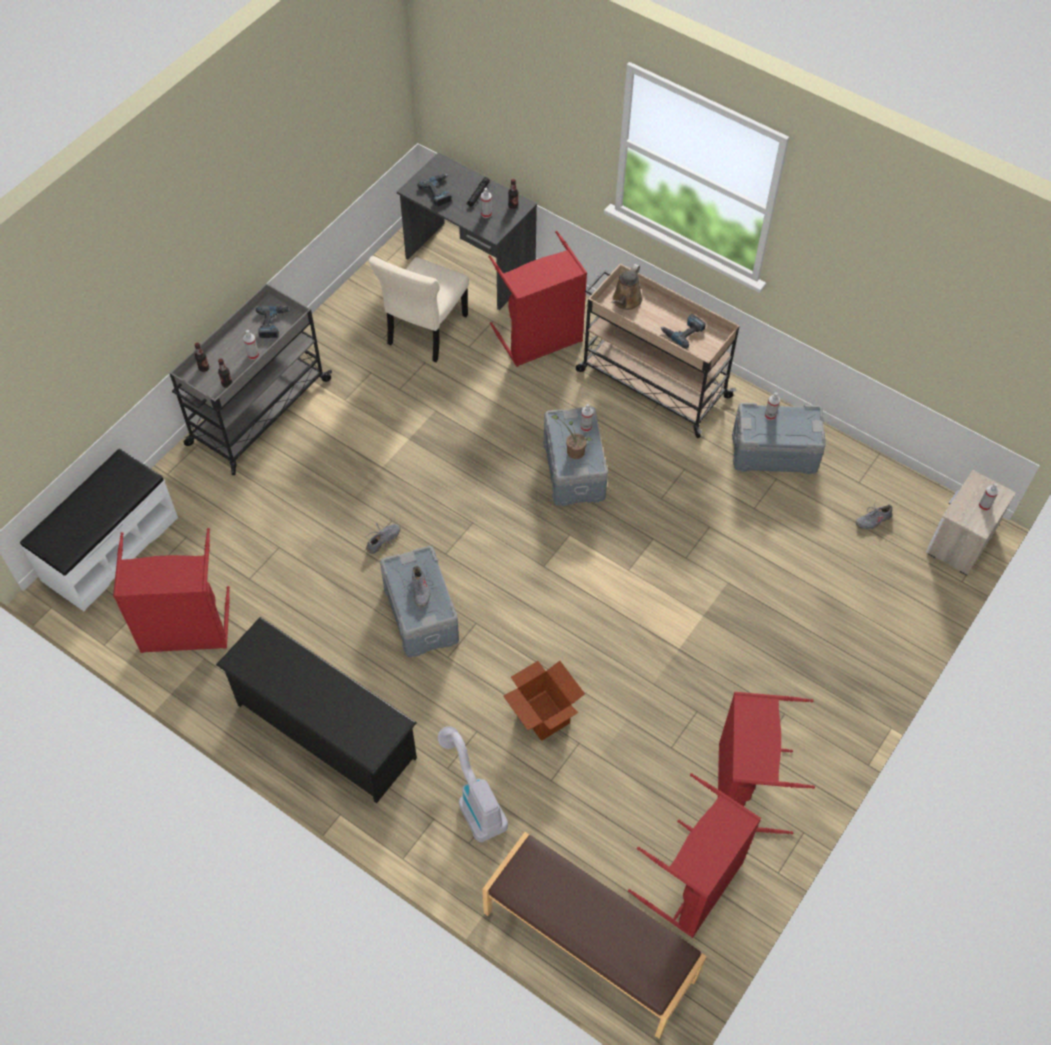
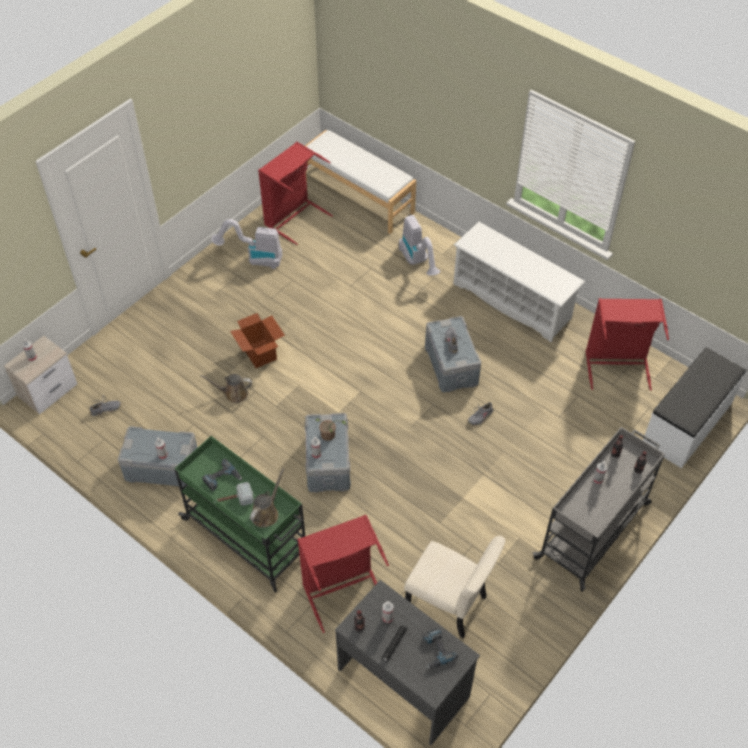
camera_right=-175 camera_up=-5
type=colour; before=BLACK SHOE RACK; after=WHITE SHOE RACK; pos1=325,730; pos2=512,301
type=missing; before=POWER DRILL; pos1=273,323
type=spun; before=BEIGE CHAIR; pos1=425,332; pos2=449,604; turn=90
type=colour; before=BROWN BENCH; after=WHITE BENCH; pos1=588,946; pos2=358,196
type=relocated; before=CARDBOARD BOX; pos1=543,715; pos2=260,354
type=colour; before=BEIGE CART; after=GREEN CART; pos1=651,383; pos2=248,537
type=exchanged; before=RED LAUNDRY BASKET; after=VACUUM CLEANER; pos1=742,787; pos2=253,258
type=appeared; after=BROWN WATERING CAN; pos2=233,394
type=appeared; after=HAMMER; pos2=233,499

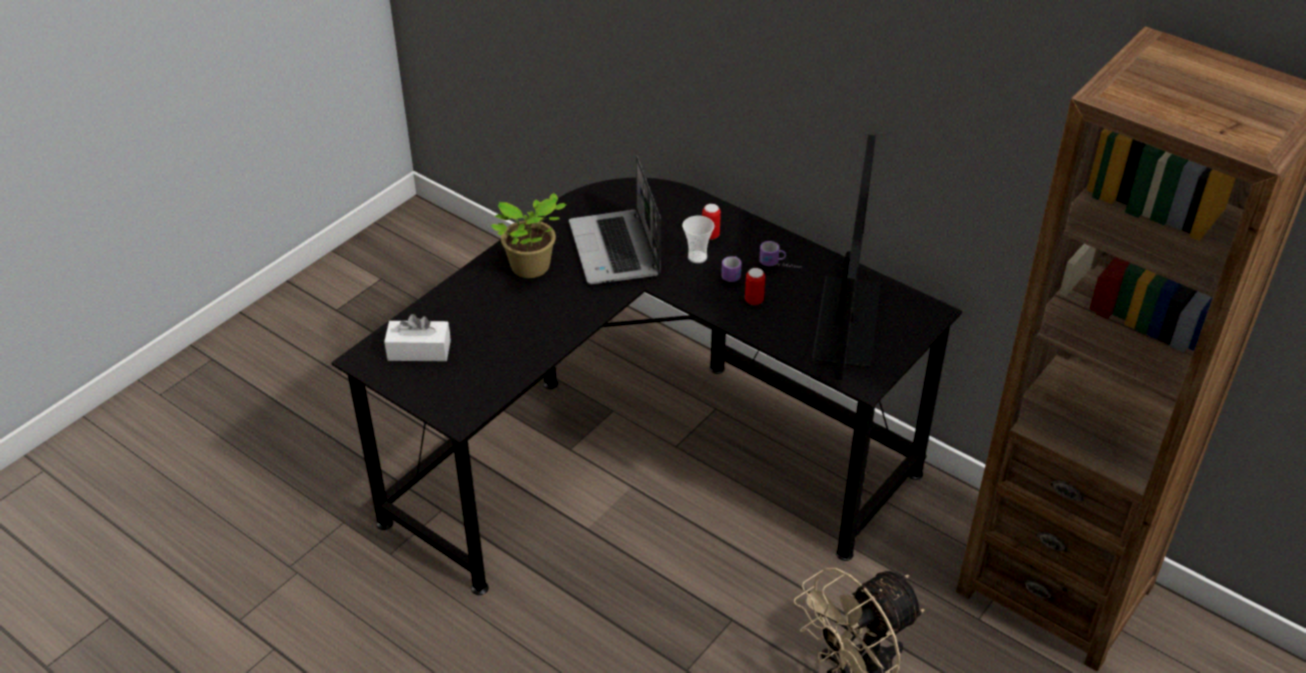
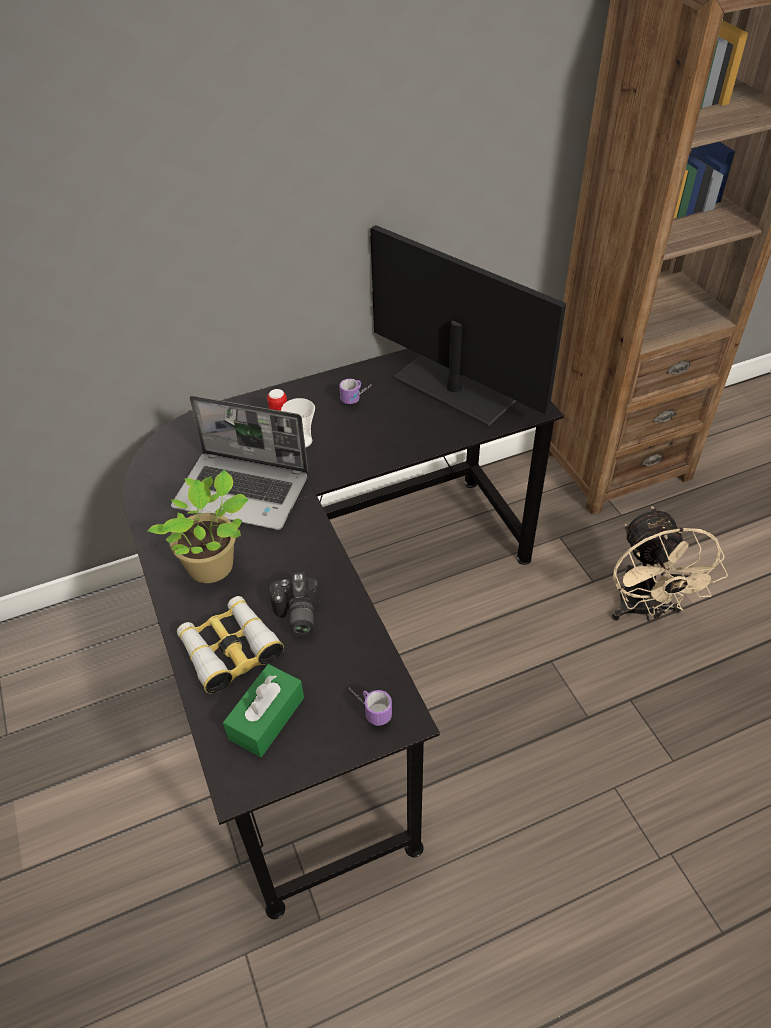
camera_right=-60 camera_up=5
type=colour; before=WHITE TISSUE BOX; after=GREEN TISSUE BOX; pos1=419,350; pos2=266,718
type=relocated; before=MUG; pos1=734,273; pos2=368,707
type=missing; before=CAN; pos1=754,300
type=appeared; after=BINOCULARS; pos2=229,649
type=appeared; after=PHOTO CAMERA; pos2=296,615

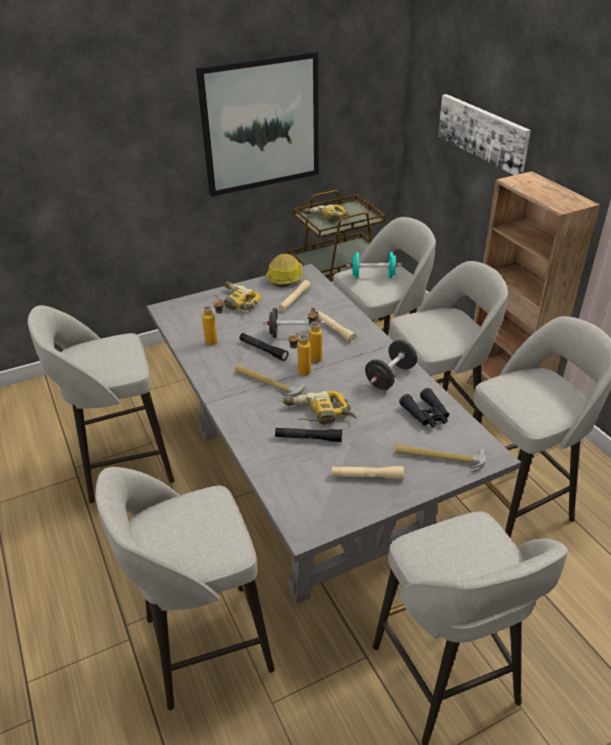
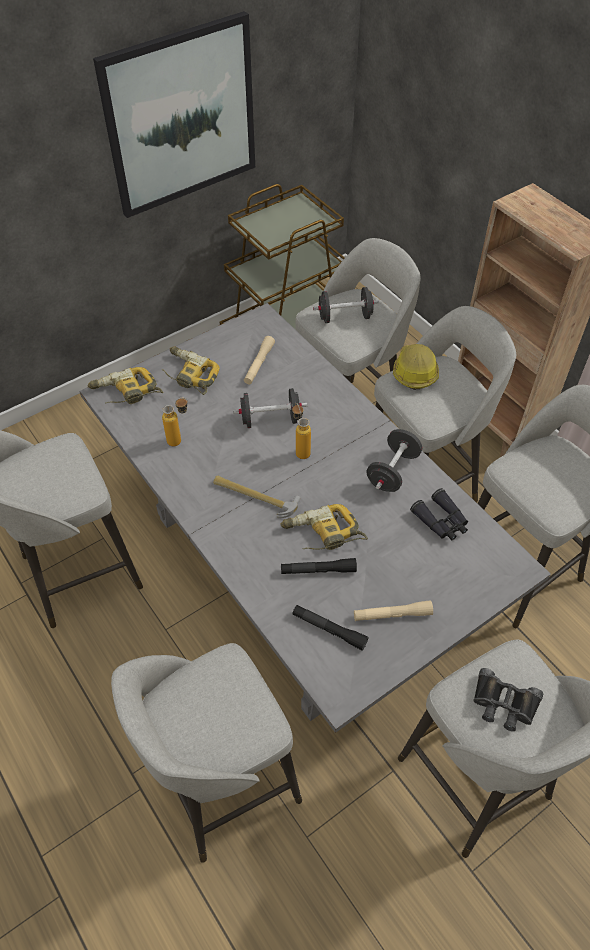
camera_right=-10 camera_up=15
type=relocated; before=BLACK FLASHLIGHT; pos1=263,350; pos2=329,629
type=relocated; before=HARD HAT; pos1=285,277; pos2=414,371
type=missing; before=BOTTLE; pos1=300,374
type=relocated; before=POWER DRILL; pos1=327,218; pos2=126,393
type=missing; before=BEIGE FLASHLIGHT; pos1=335,330
type=colour; before=TURQUOISE DUMBBELL; after=BLACK DUMBBELL; pos1=373,276; pos2=345,317
type=missing; before=HAMMER; pos1=440,458
type=missing; before=PICTURE; pos1=483,133
type=appeared; after=BLACK BINOCULARS; pos2=504,704

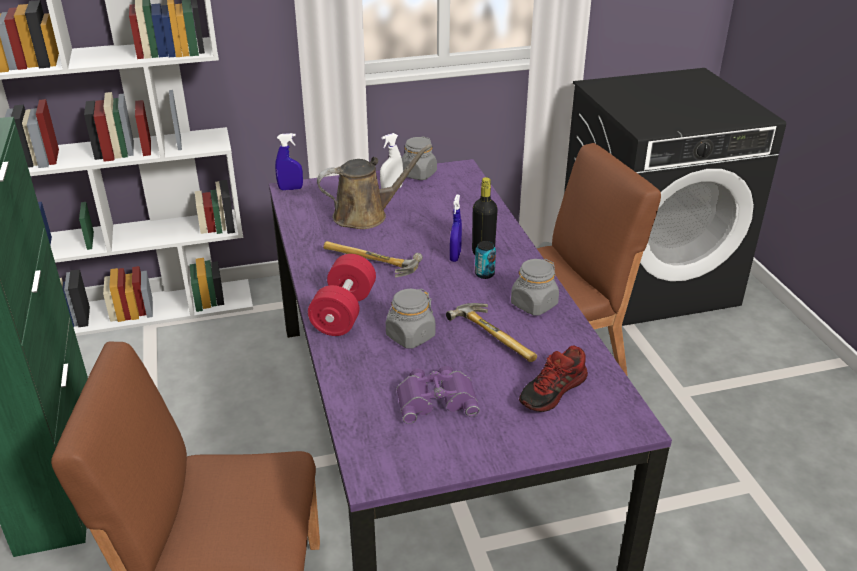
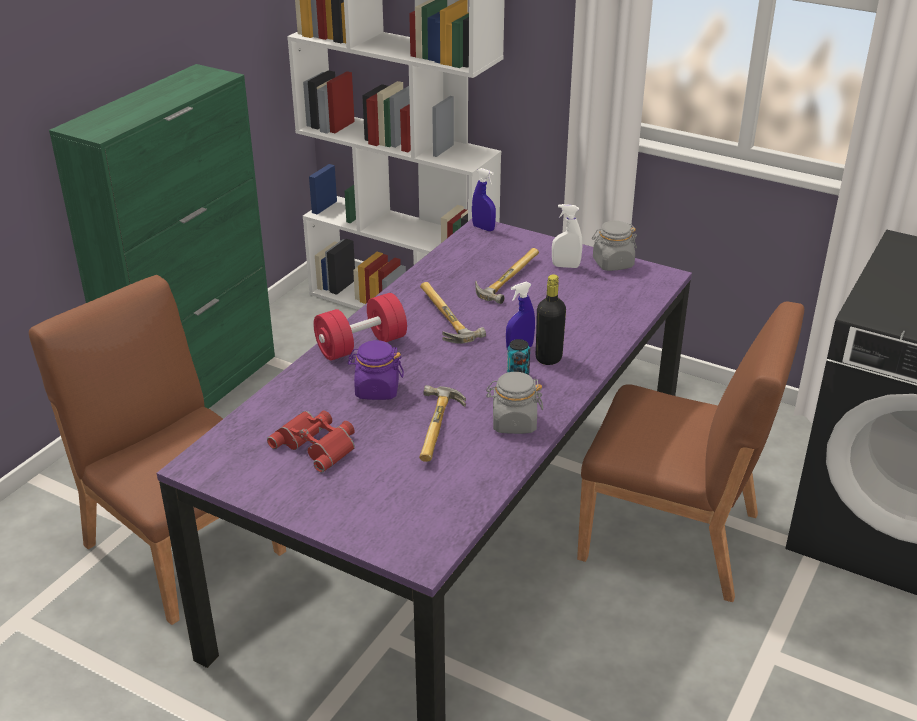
camera_right=45 camera_up=0
type=exchanged; before=BROWN WATERING CAN; after=HAMMER; pos1=365,215; pos2=505,278
type=colour; before=GREY JAR; after=PURPLE JAR; pos1=410,336; pos2=376,390
type=colour; before=PURPLE BINOCULARS; after=RED BINOCULARS; pos1=436,399; pos2=317,444
type=missing; before=SHOE; pos1=553,391

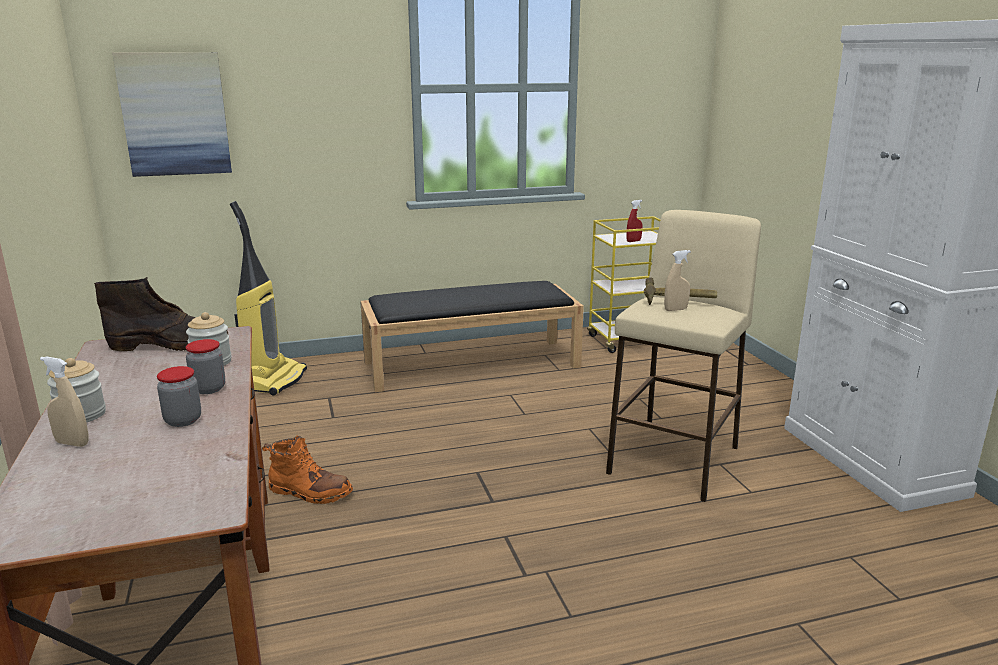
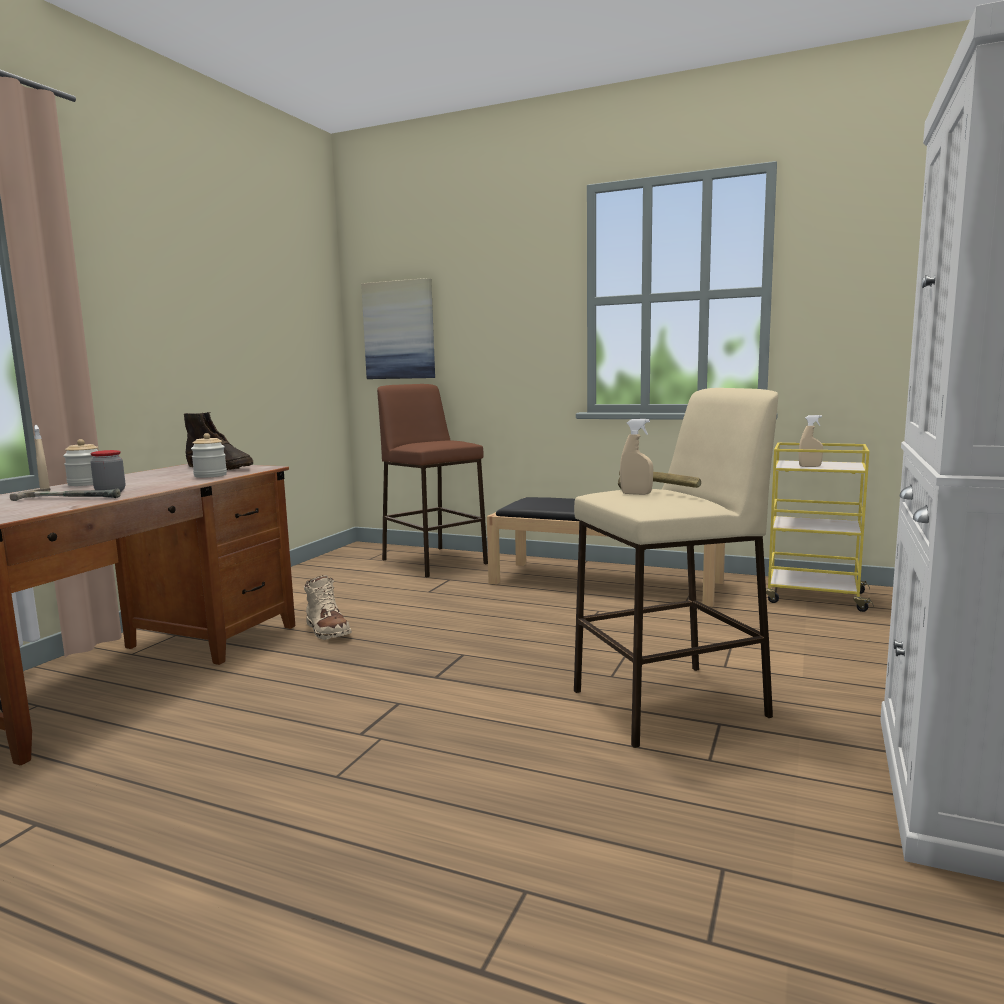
camera_right=40 camera_up=-10
type=missing; before=JAR; pos1=208,389
type=exchanged; before=VACUUM CLEANER; after=BROWN STOOL; pos1=275,380; pos2=433,561
type=colour; before=ORANGE BOOT; after=BEIGE BOOT; pos1=310,492; pos2=327,630
type=colour; before=RED SPRAY BOTTLE; after=BEIGE SPRAY BOTTLE; pos1=633,241; pos2=810,466
type=appeared; after=HAMMER; pos2=73,497

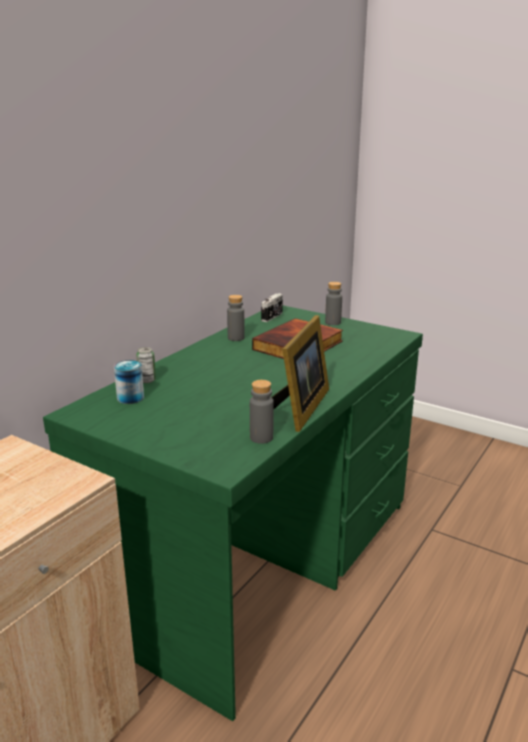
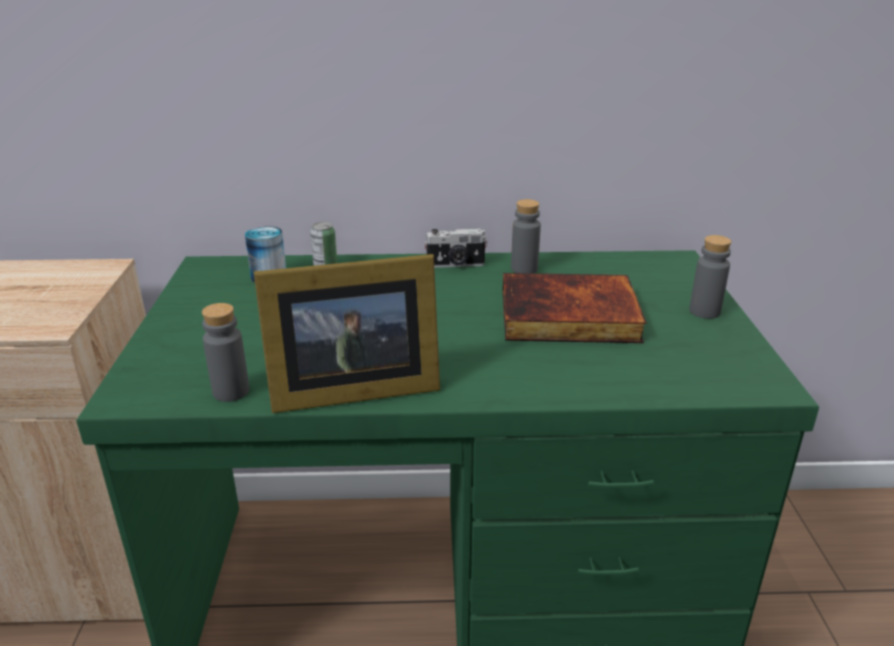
camera_right=55 camera_up=5
type=relocated; before=PHOTO CAMERA; pos1=273,317; pos2=456,265

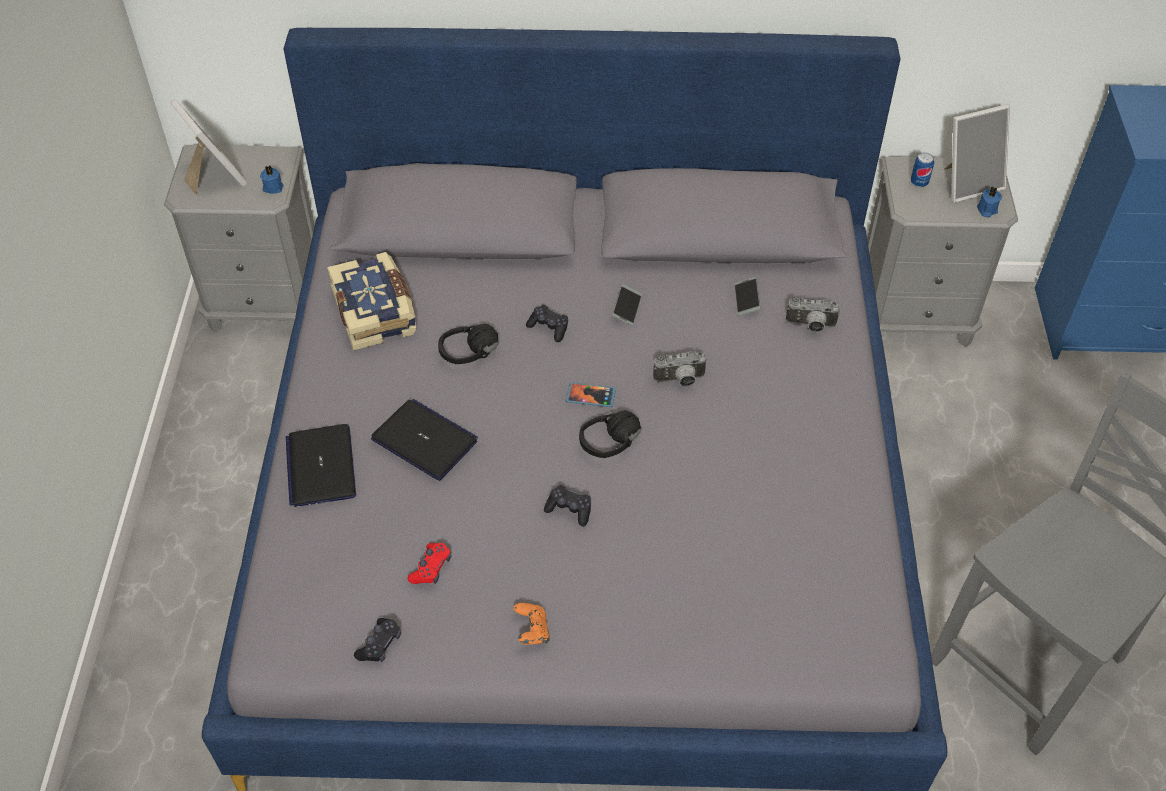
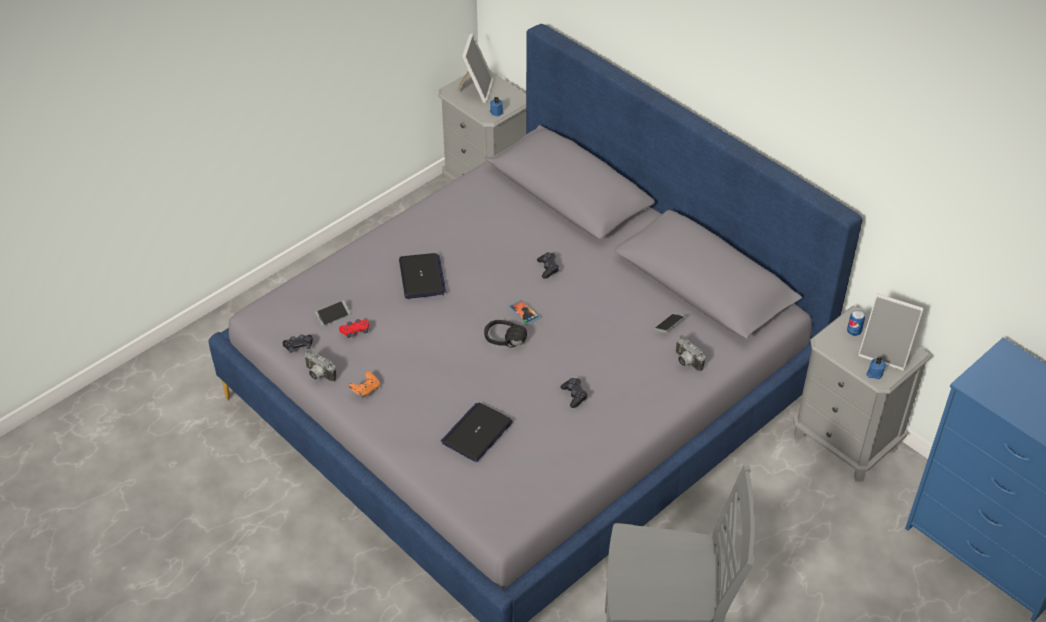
camera_right=45 camera_up=-5
type=relocated; before=LAPTOP; pos1=321,466; pos2=477,433
type=missing; before=BOOK; pos1=376,312
type=missing; before=BLACK HEADPHONES; pos1=472,358
type=relocated; before=BLACK GAME CONTROLLER; pos1=569,509; pos2=574,395
type=relocated; before=PHONE; pos1=627,308; pos2=333,315
type=relocated; before=PHOTO CAMERA; pos1=680,381; pos2=318,375

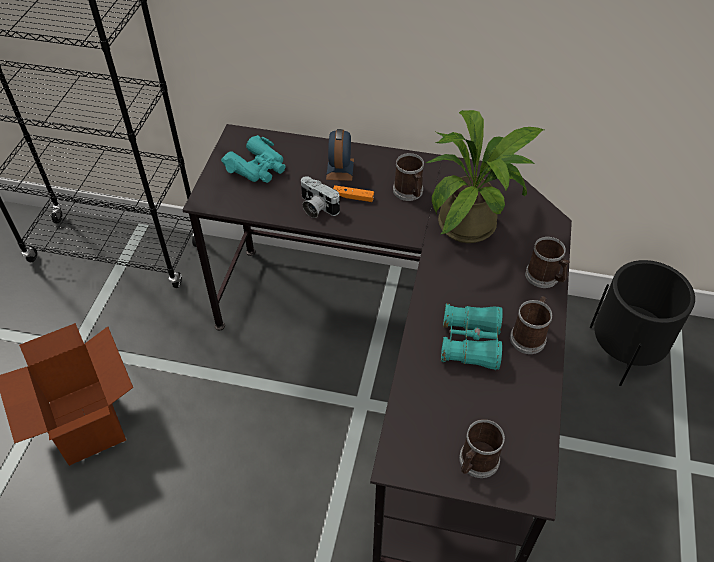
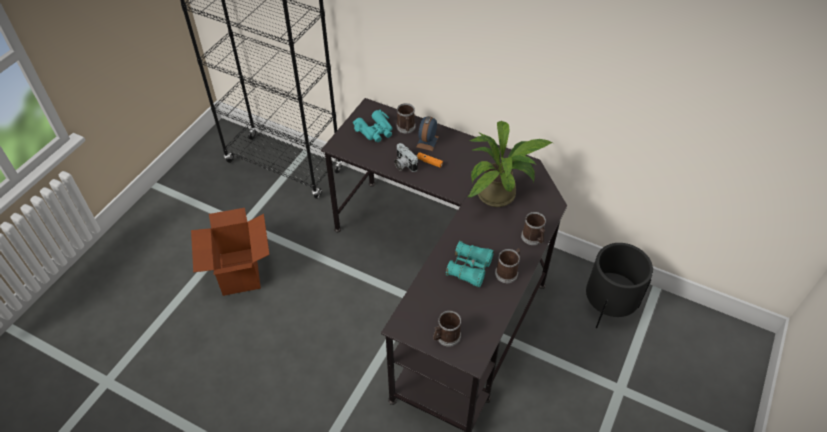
camera_right=15 camera_up=0
type=relocated; before=MUG; pos1=409,192; pos2=406,128

